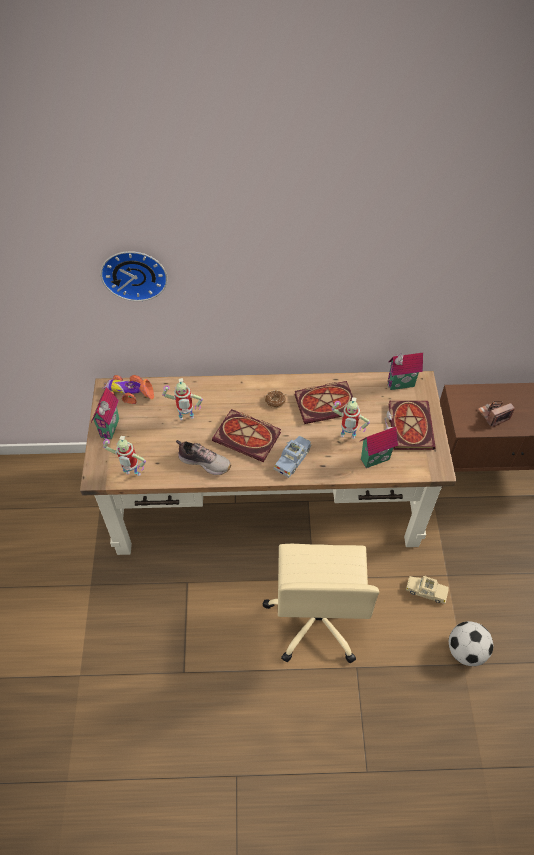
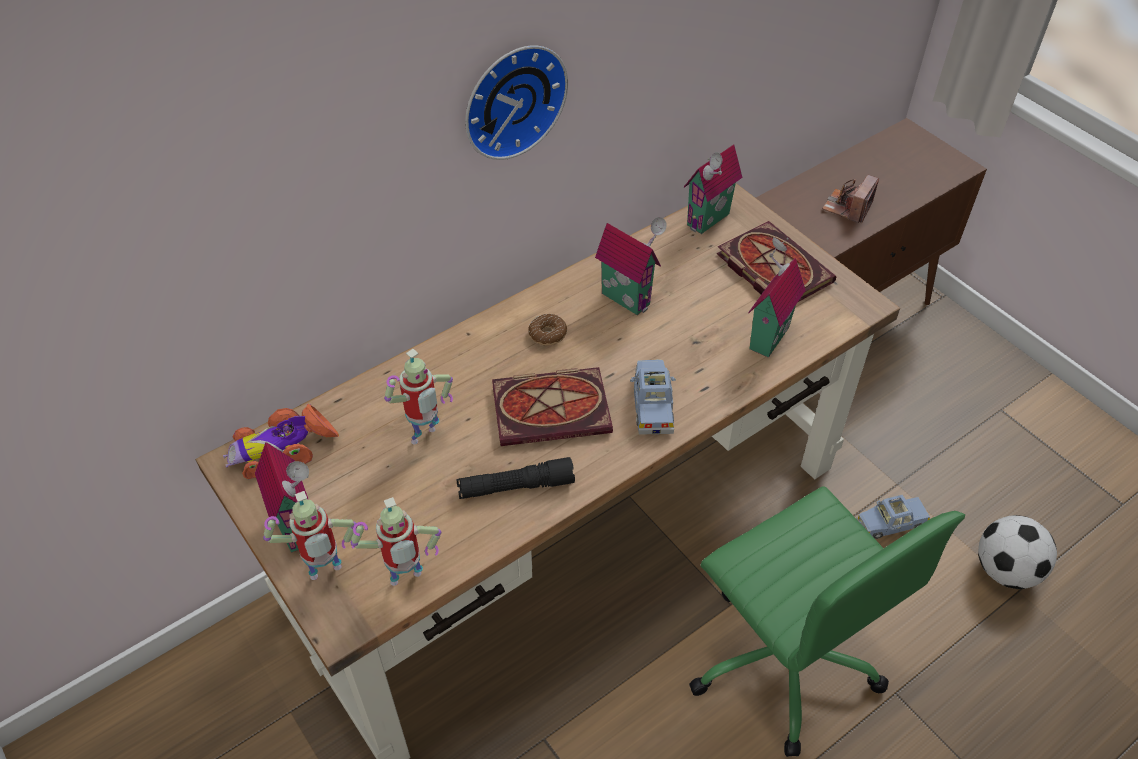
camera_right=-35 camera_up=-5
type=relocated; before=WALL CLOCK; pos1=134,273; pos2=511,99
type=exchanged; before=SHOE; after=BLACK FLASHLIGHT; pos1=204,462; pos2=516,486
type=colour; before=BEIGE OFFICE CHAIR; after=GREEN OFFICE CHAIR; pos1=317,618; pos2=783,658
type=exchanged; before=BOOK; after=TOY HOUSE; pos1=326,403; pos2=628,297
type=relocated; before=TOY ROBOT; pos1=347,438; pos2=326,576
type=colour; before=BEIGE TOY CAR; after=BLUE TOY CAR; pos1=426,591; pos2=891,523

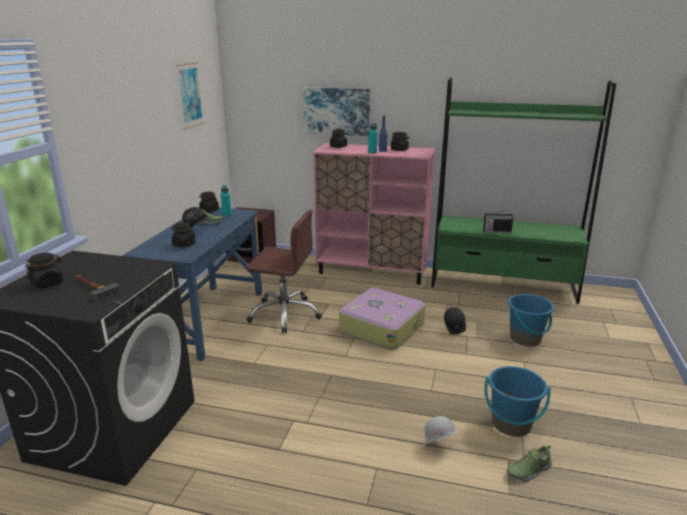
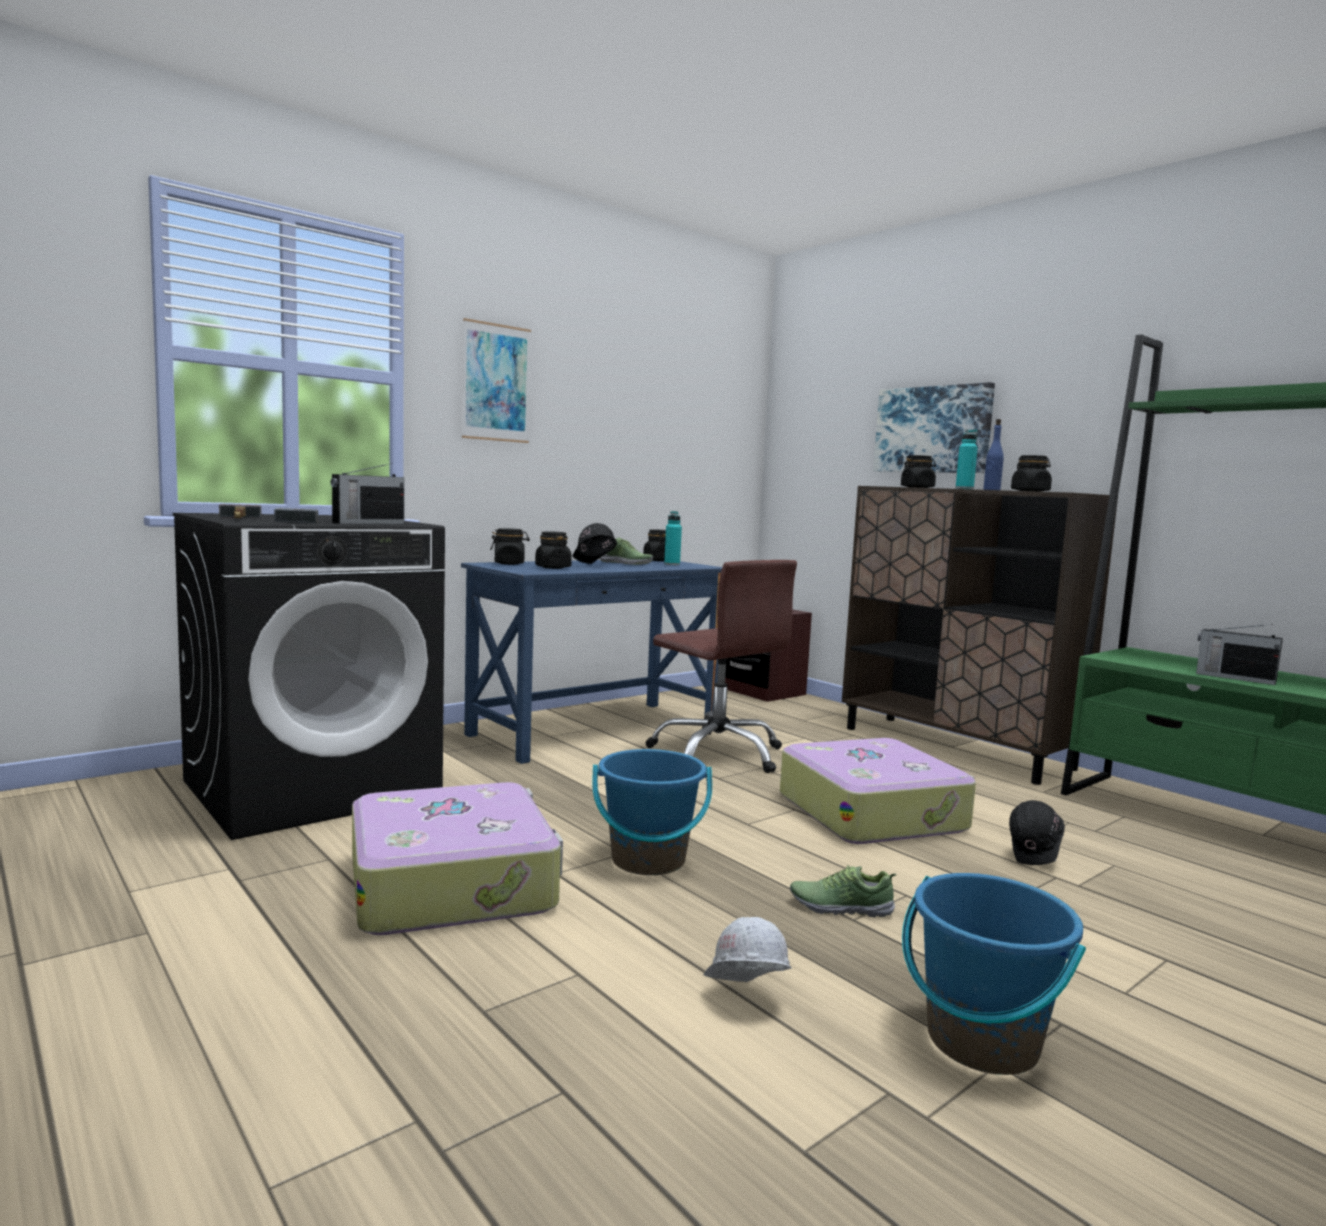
camera_right=35 camera_up=-15
type=relocated; before=BLACK JAR; pos1=48,283; pos2=509,563
type=relocated; before=PICTURE; pos1=190,95; pos2=496,383
type=colour; before=PINK CABINET; after=BROWN CABINET; pos1=372,271; pos2=955,748
type=relocated; before=SHOE; pos1=528,470; pos2=840,907
type=relocated; before=BLUE BUCKET; pos1=525,339; pos2=648,860
type=appeared; after=HAMMER; pos2=239,519
type=appeared; after=RADIO; pos2=367,523
type=appeared; after=SUITCASE; pos2=454,883

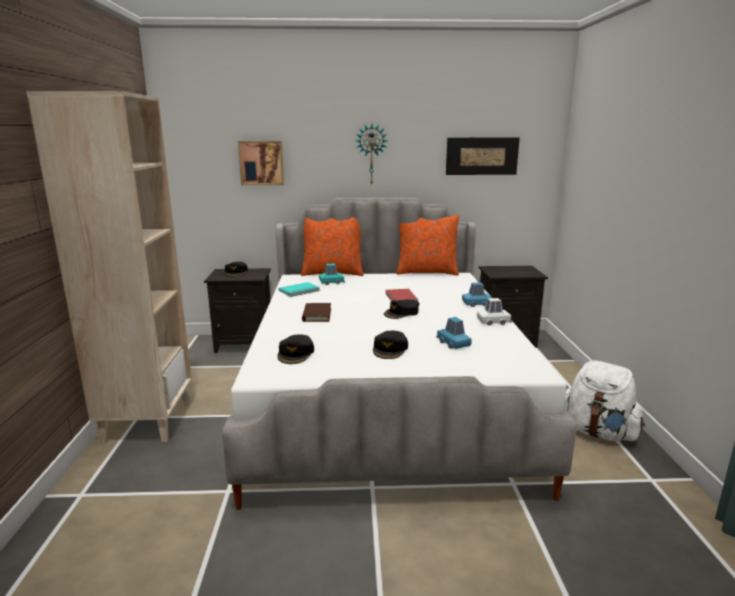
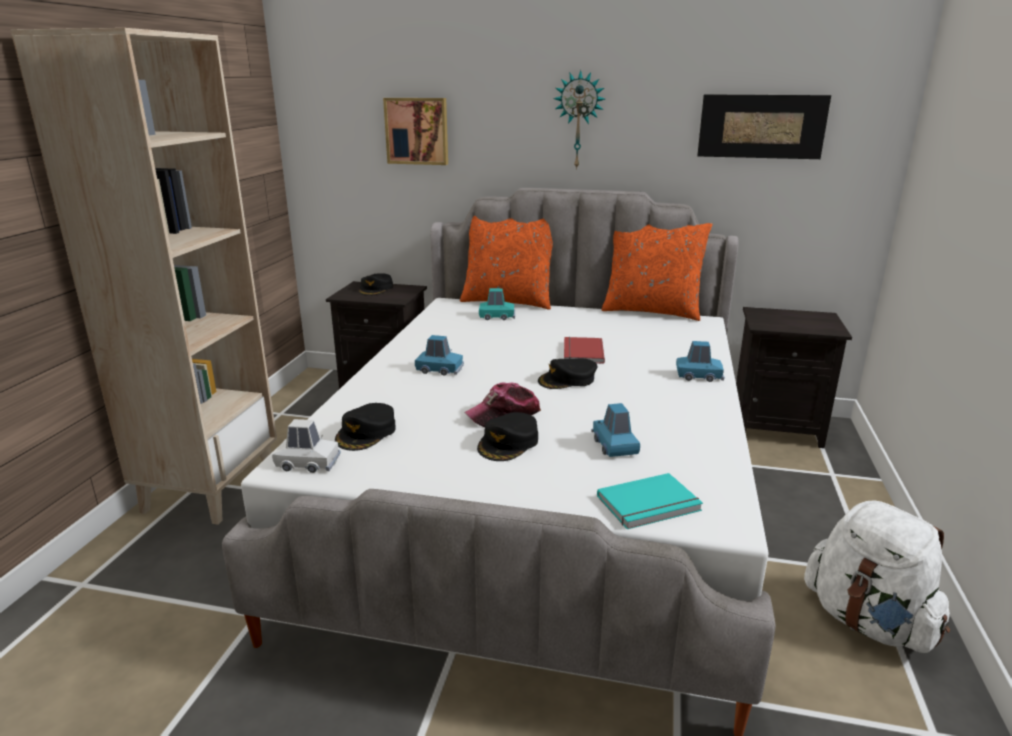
camera_right=15 camera_up=5
type=relocated; before=TURQUOISE BOOK; pos1=300,291; pos2=650,505
type=exchanged; before=BROWN BOOK; after=BLUE TOY CAR; pos1=317,315; pos2=440,369
type=relocated; before=WHITE TOY CAR; pos1=493,321; pos2=308,463
type=appeared; after=CAP; pos2=503,414

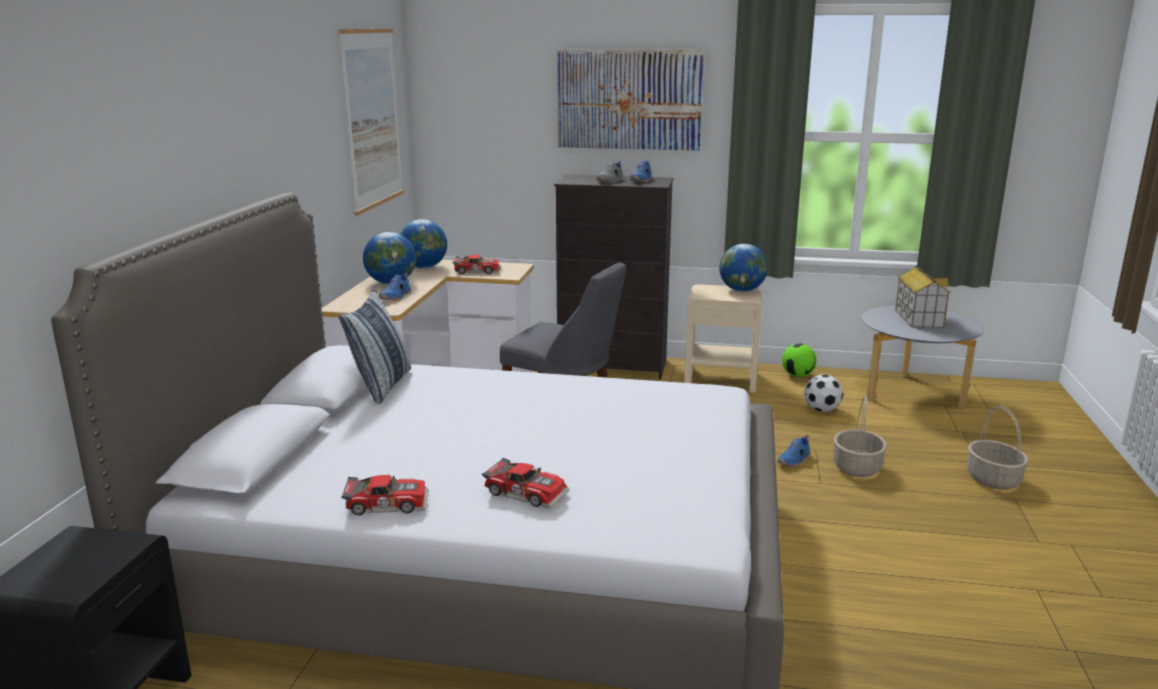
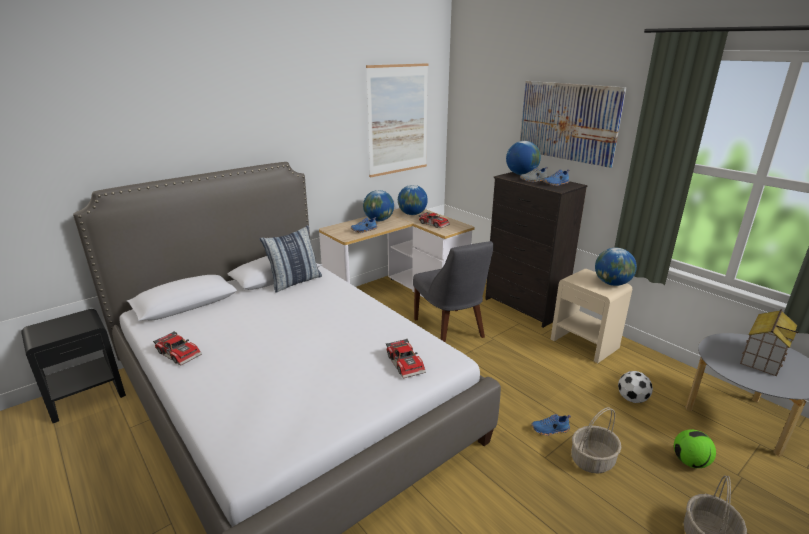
camera_right=40 camera_up=5
type=relocated; before=TOY CAR; pos1=527,492; pos2=406,363
type=relocated; before=FOOTBALL; pos1=797,375; pos2=690,462
type=appeared; after=GLOBE; pos2=521,174

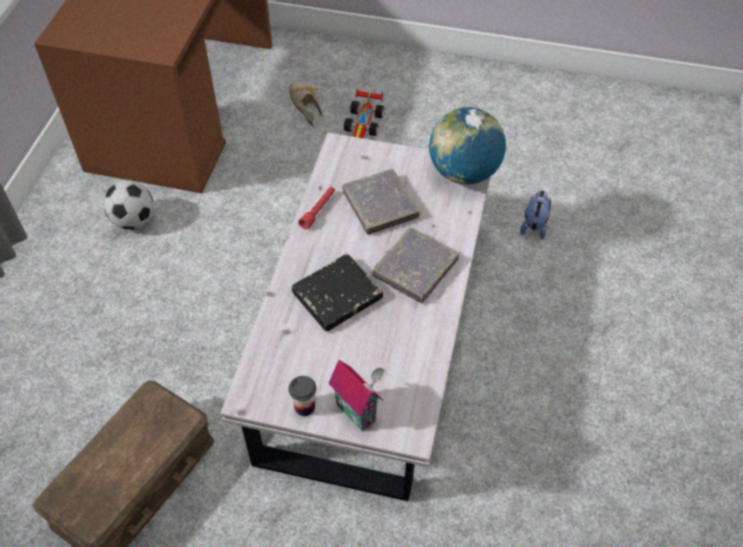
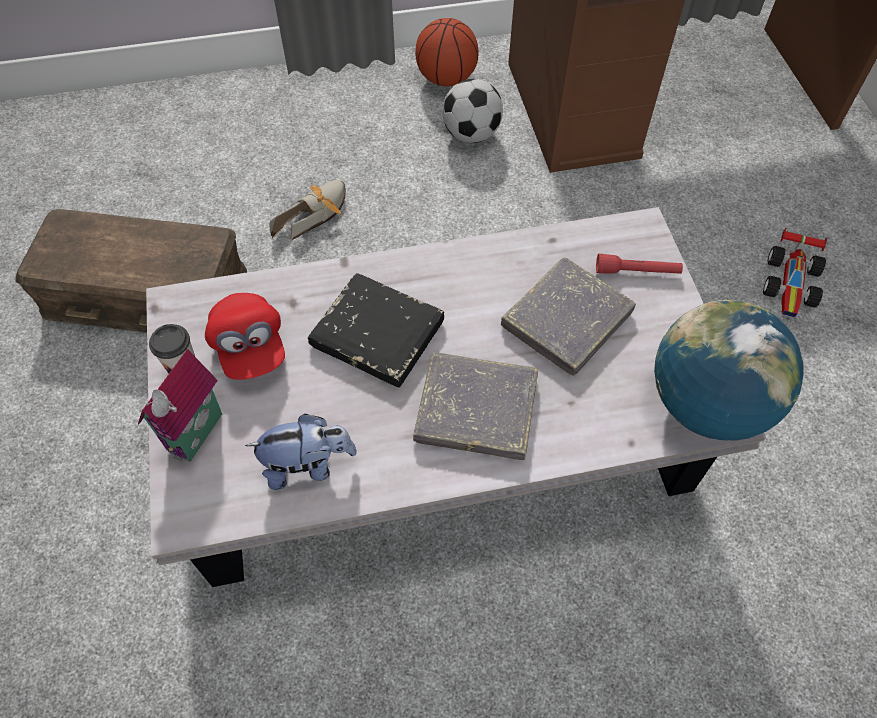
camera_right=65 camera_up=5
type=relocated; before=SHOE; pos1=305,103; pos2=316,214
type=relocated; before=RED FLASHLIGHT; pos1=318,211; pos2=637,272
type=spun; before=TOY CAR; pos1=365,123; pos2=792,283; turn=-60
type=relocated; before=PLUSH TOY; pos1=534,225; pos2=308,465
type=appeared; after=RED CAP; pos2=250,347
type=appeared; after=BASKETBALL; pos2=446,79

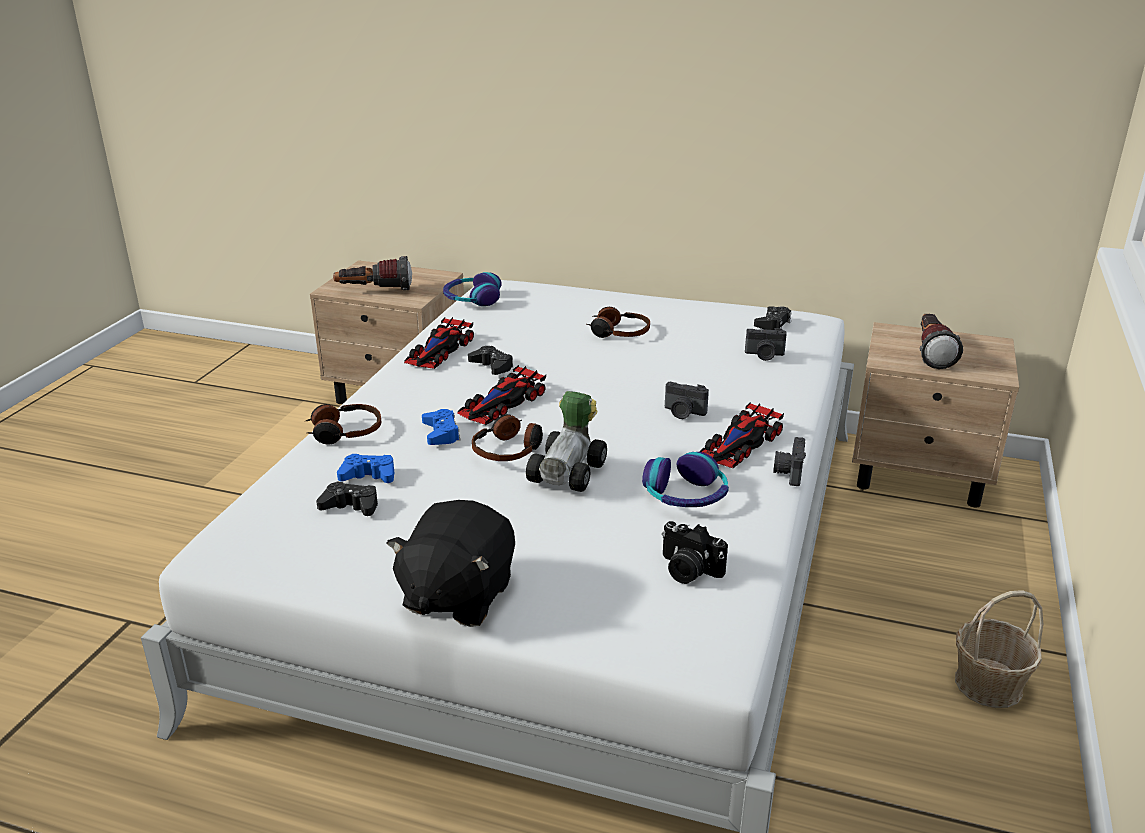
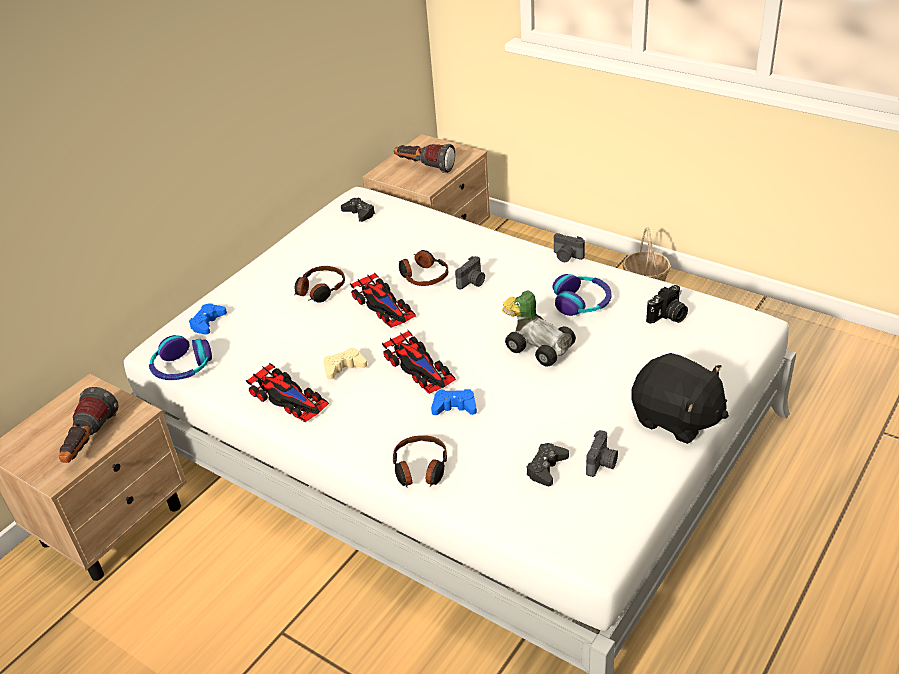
camera_right=-70 camera_up=10
type=relocated; before=BLUE GAME CONTROLLER; pos1=369,475; pos2=208,323
type=colour; before=BLACK GAME CONTROLLER; after=BEIGE GAME CONTROLLER; pos1=492,366; pos2=344,367
type=relocated; before=HEADPHONES; pos1=509,450; pos2=423,276
type=relocated; before=TOY CAR; pos1=740,443; pos2=383,306
type=relocated; before=PHOTO CAMERA; pos1=764,355; pos2=602,463

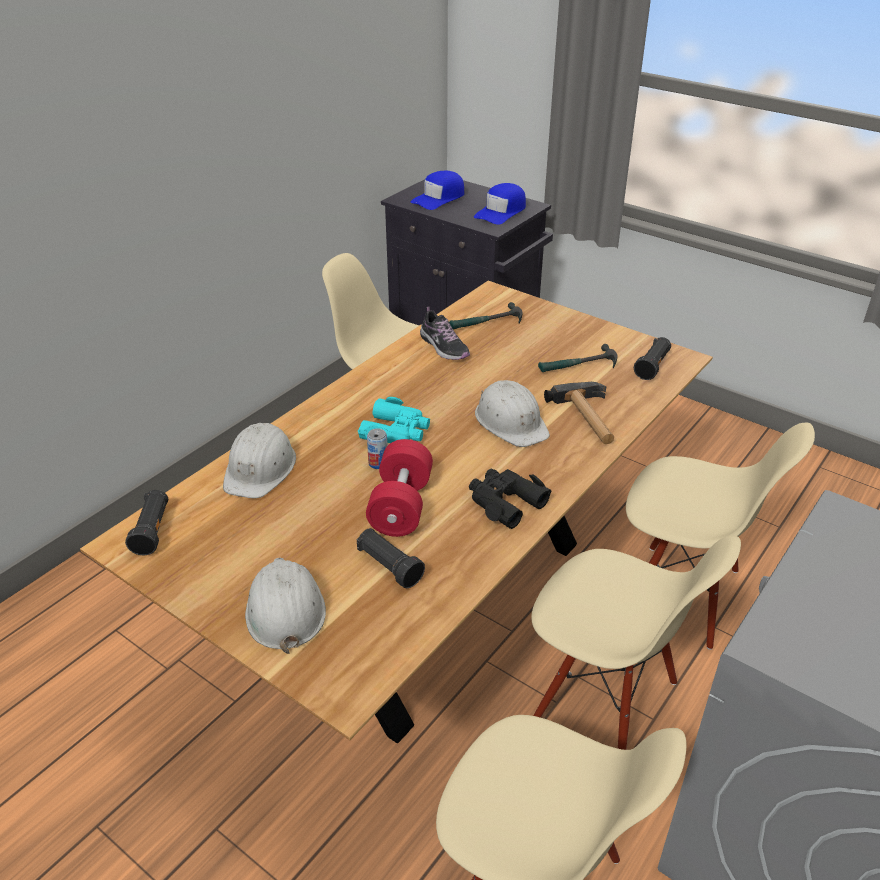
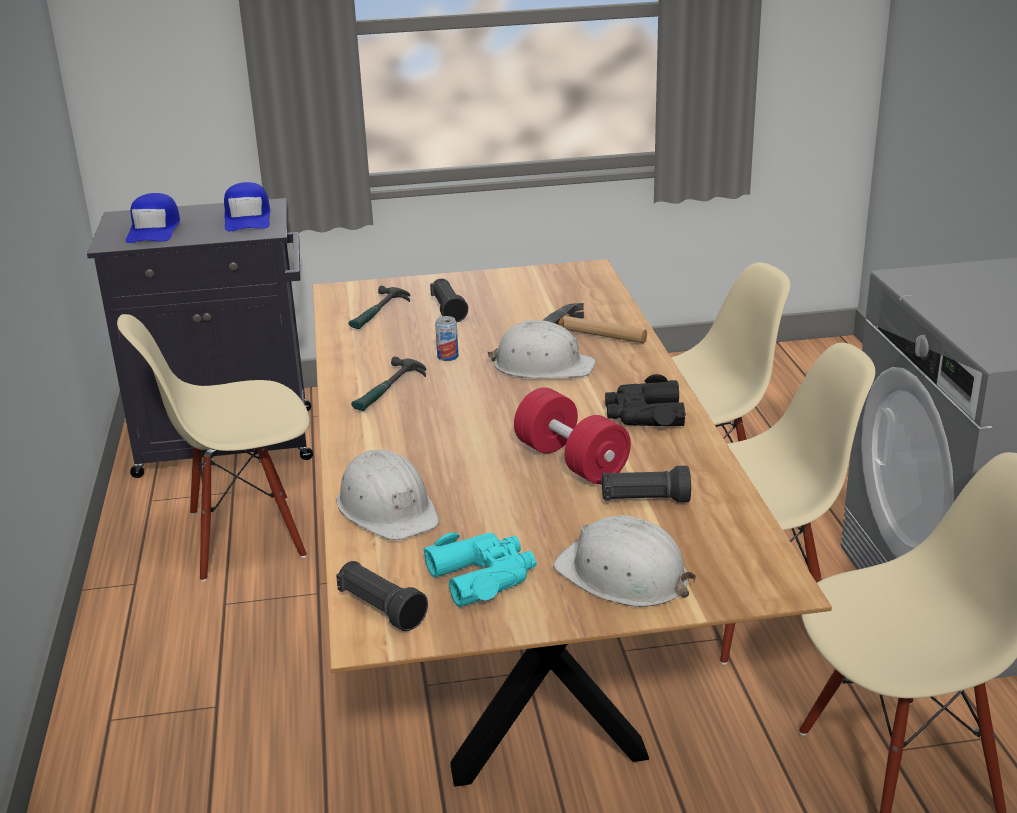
camera_right=-45 camera_up=-10
type=relocated; before=TURQUOISE BINOCULARS; pos1=396,431; pos2=483,576
type=relocated; before=CAN; pos1=378,463; pos2=448,357
type=missing; before=SHOE; pos1=444,347
type=relocated; before=HAMMER; pos1=578,366; pos2=388,390
type=relocated; before=BLACK FLASHLIGHT; pos1=652,366; pos2=448,310

